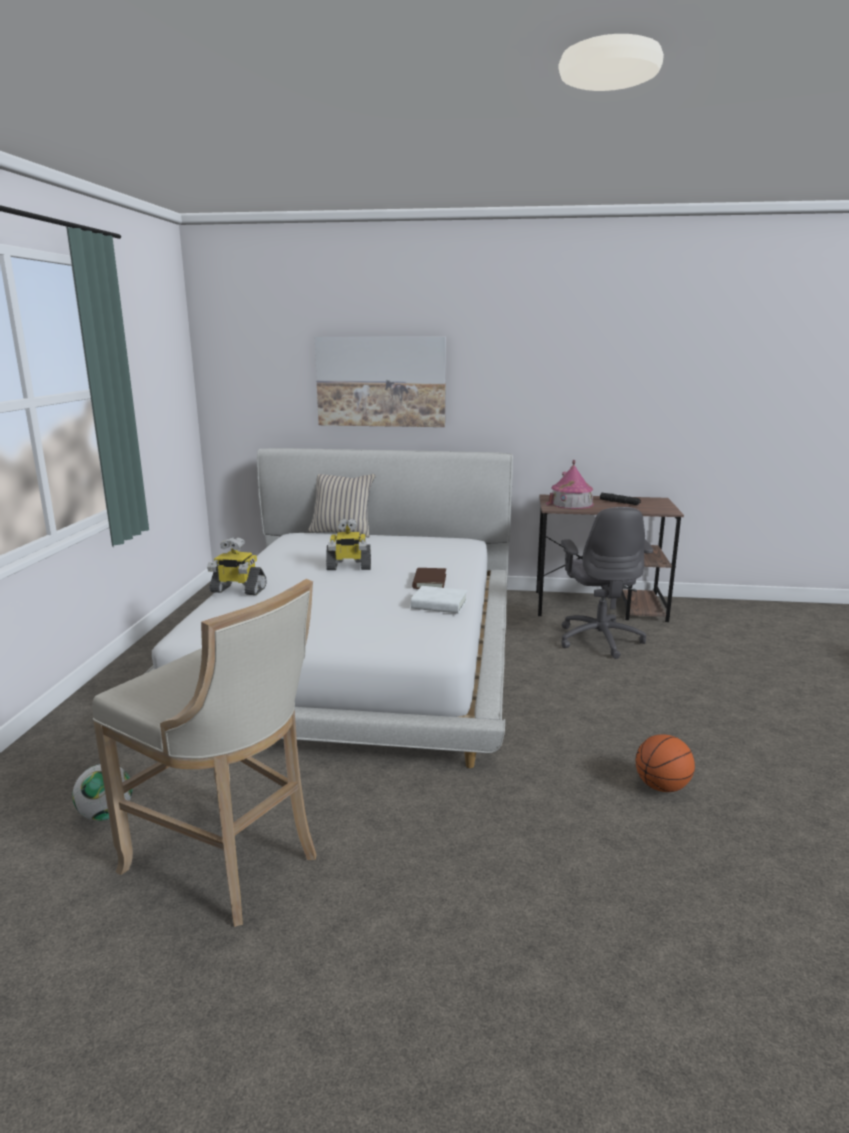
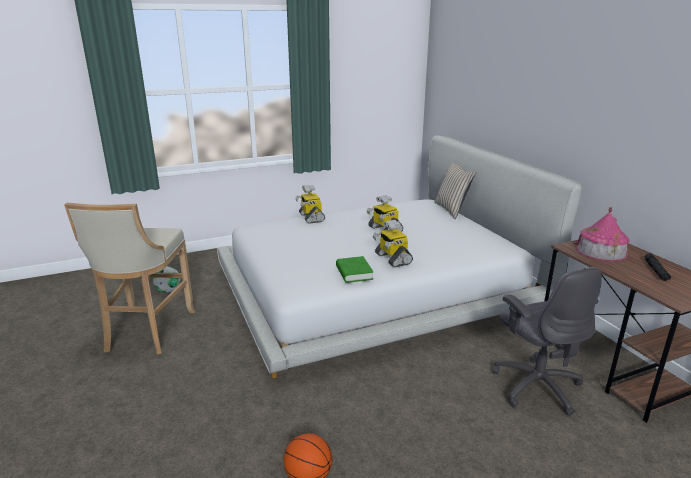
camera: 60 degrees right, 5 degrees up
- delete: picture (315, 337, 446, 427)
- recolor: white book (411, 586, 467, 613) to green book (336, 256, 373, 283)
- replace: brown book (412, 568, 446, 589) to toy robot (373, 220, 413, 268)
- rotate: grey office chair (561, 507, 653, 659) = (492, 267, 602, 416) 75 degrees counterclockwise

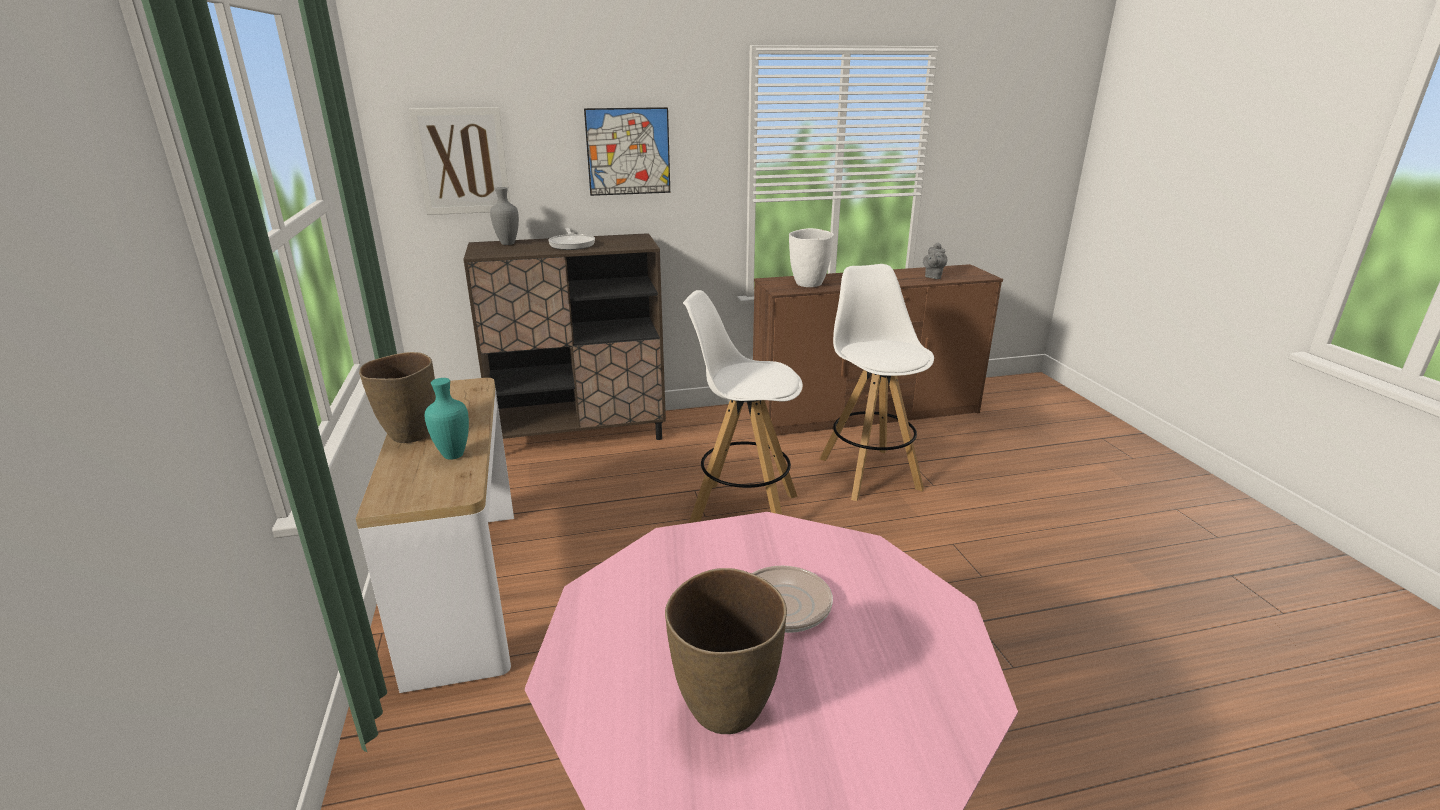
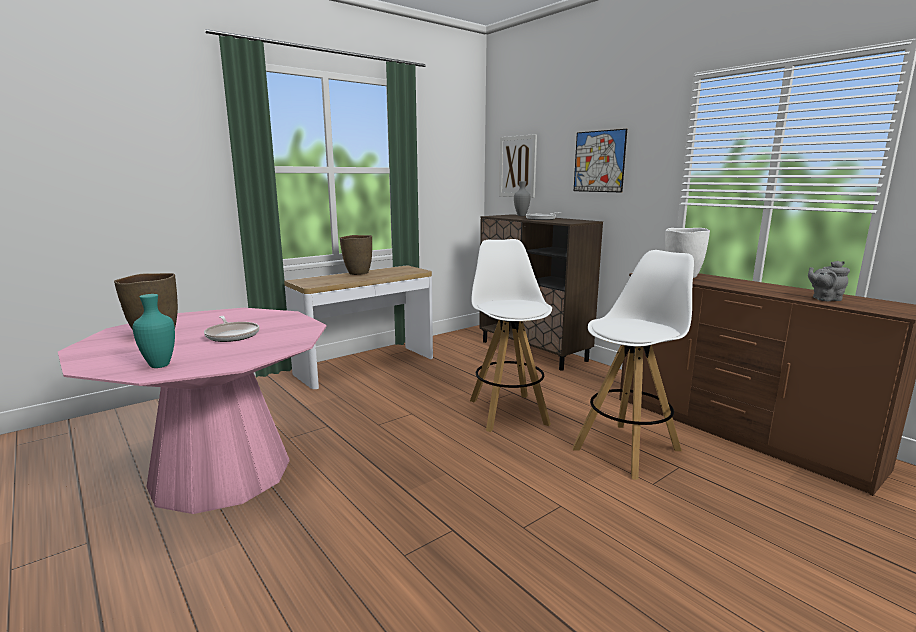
camera: 65 degrees right, 10 degrees down
- move: turquoise vase (424, 378, 469, 460) to (133, 294, 175, 368)

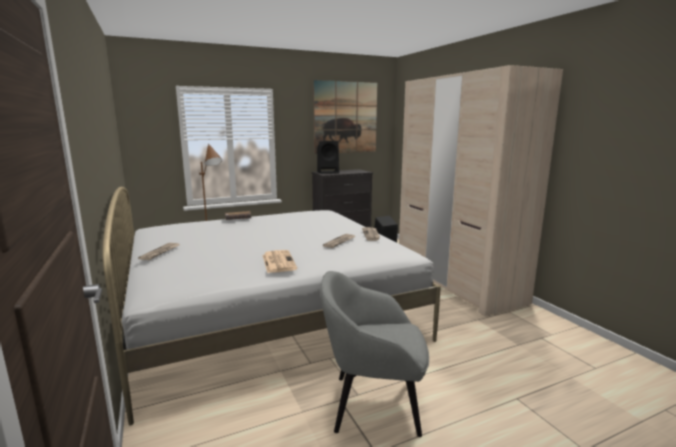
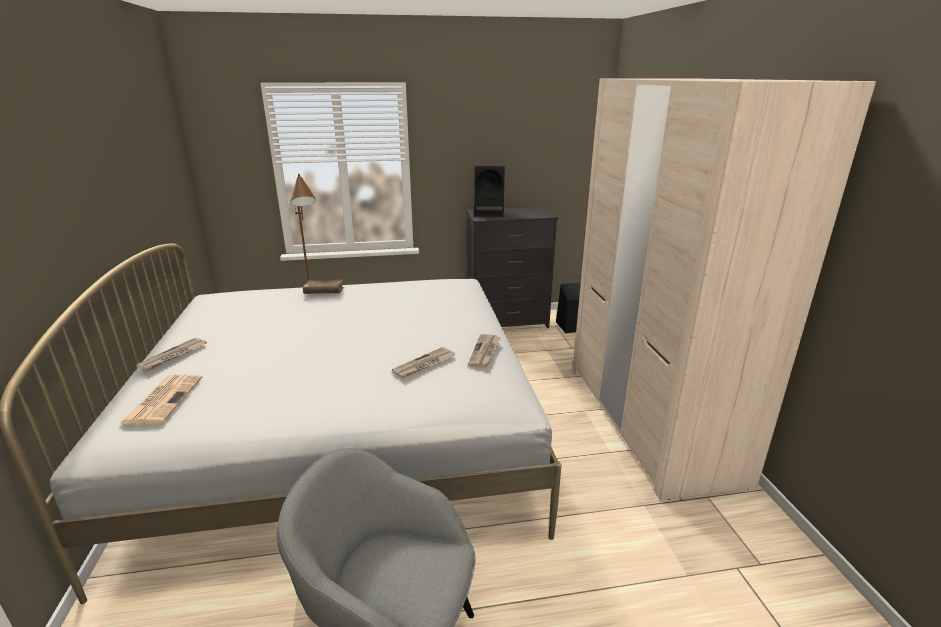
camera: 15 degrees right, 10 degrees up
- move: newspaper (263, 250, 297, 273) to (120, 374, 202, 424)
- delete: picture (313, 80, 377, 154)

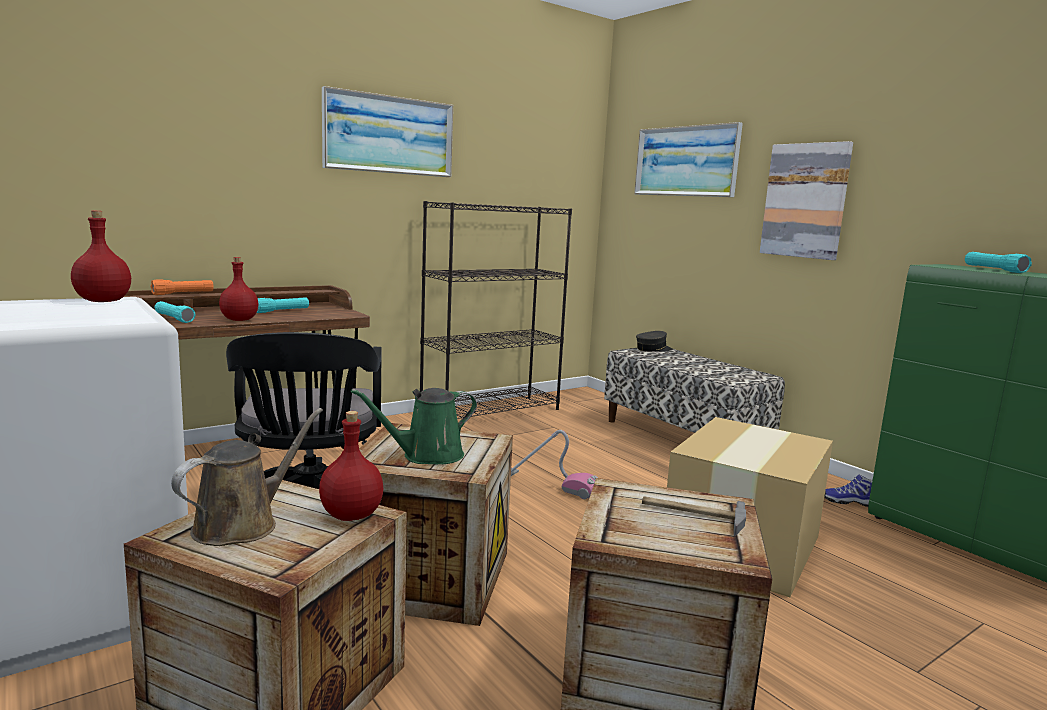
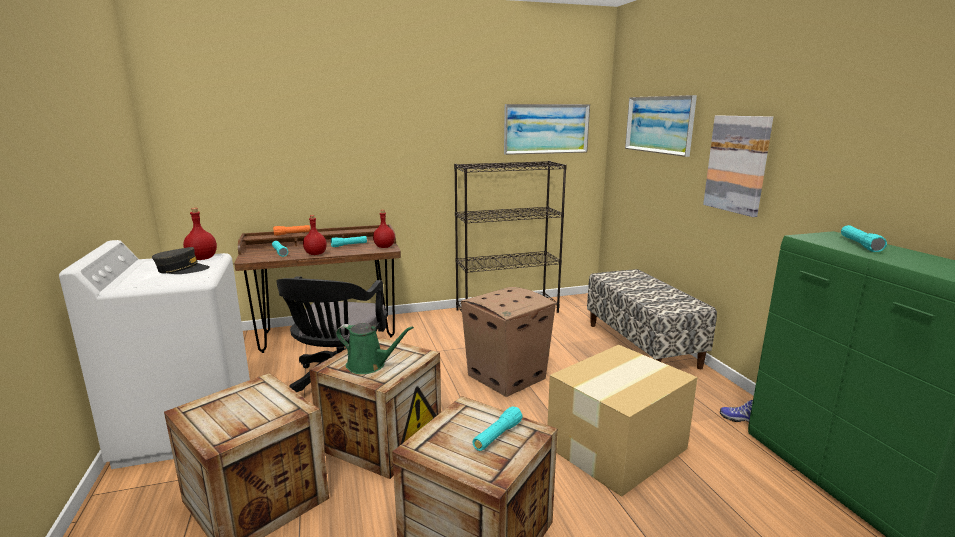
camera: 20 degrees right, 5 degrees up
- delete: brown watering can (171, 408, 323, 546)
- move: red bottle (319, 411, 384, 521) to (373, 210, 395, 248)
- move: picture (322, 86, 453, 177) to (504, 104, 590, 155)
- rotate: green watering can (351, 388, 477, 464) = (336, 323, 414, 374) 150 degrees counterclockwise
- replace: vacuum cleaner (511, 430, 598, 499) to cardboard box (461, 287, 556, 397)
- move: grey cap (636, 331, 673, 352) to (152, 247, 210, 274)
- replace: hammer (642, 496, 746, 536) to turquoise flashlight (473, 406, 523, 451)

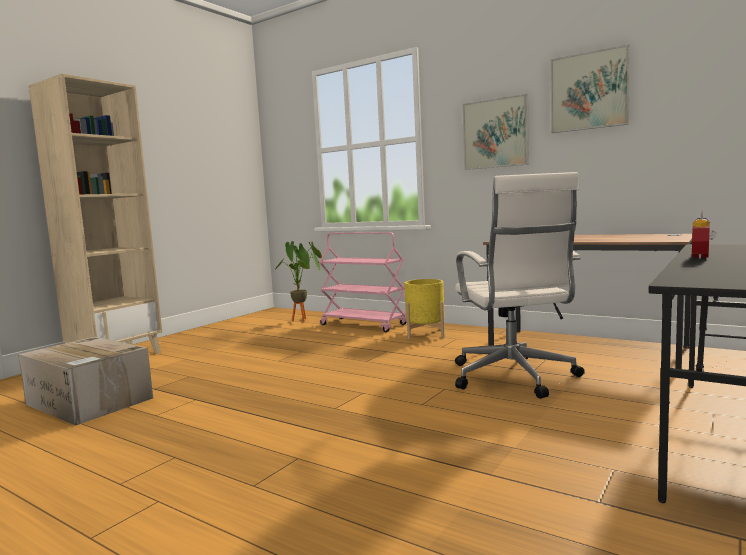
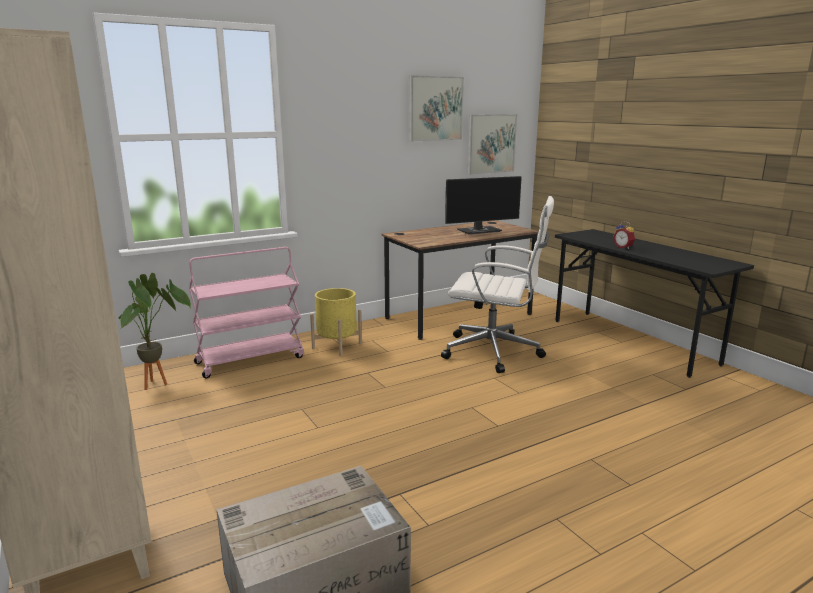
camera: 65 degrees left, 10 degrees up
- move: picture (462, 94, 529, 170) to (467, 114, 517, 175)
- insert: monitor (445, 176, 522, 234)

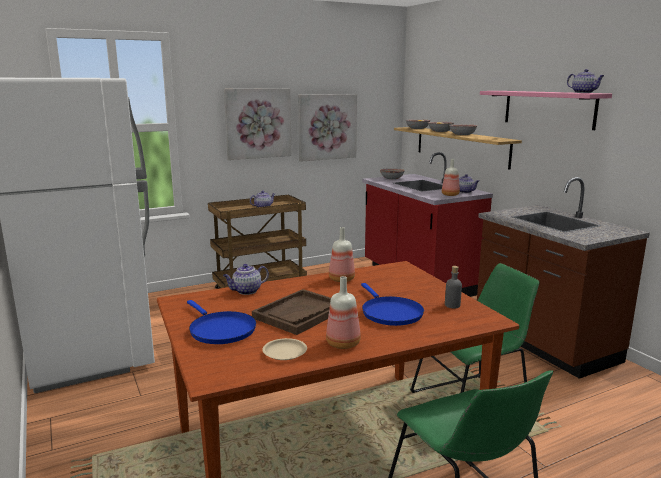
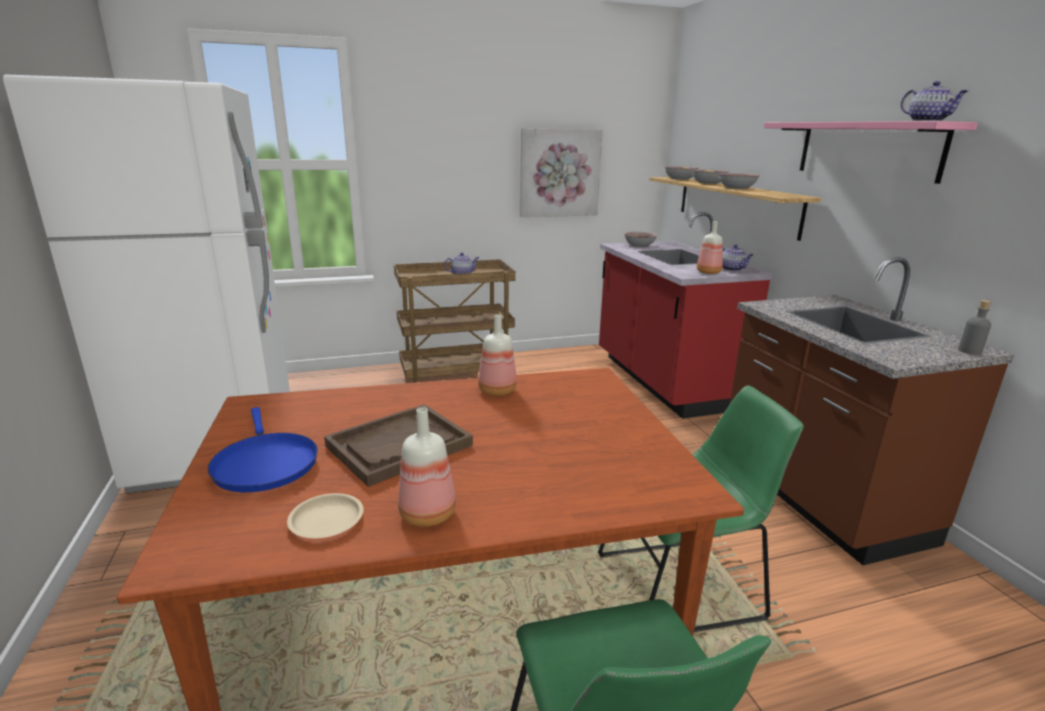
camera: 10 degrees right, 5 degrees up
- delete: teapot (223, 264, 269, 295)
- delete: picture (224, 88, 292, 160)
- delete: blue frying pan (361, 283, 424, 326)
- move: grey bottle (445, 266, 462, 308) to (958, 300, 991, 355)

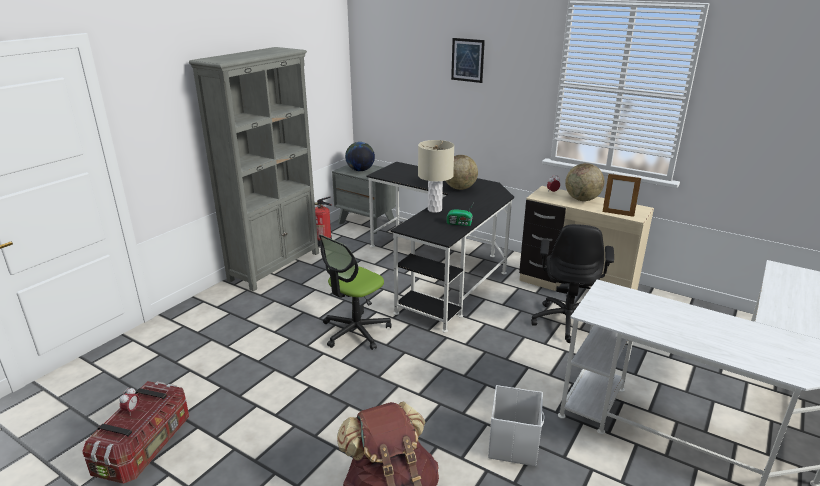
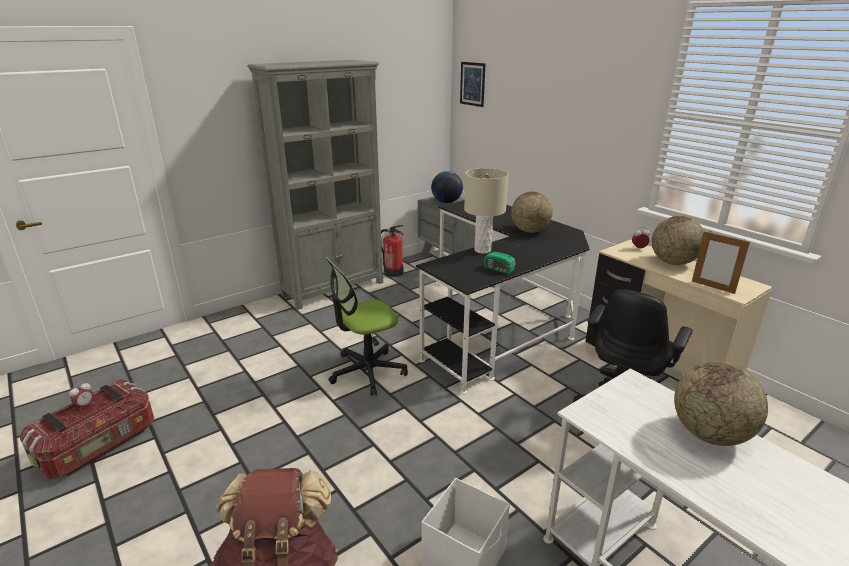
camera: 20 degrees right, 0 degrees up
- move: picture (451, 38, 485, 83) to (460, 62, 486, 107)
- insert: globe (674, 361, 768, 446)

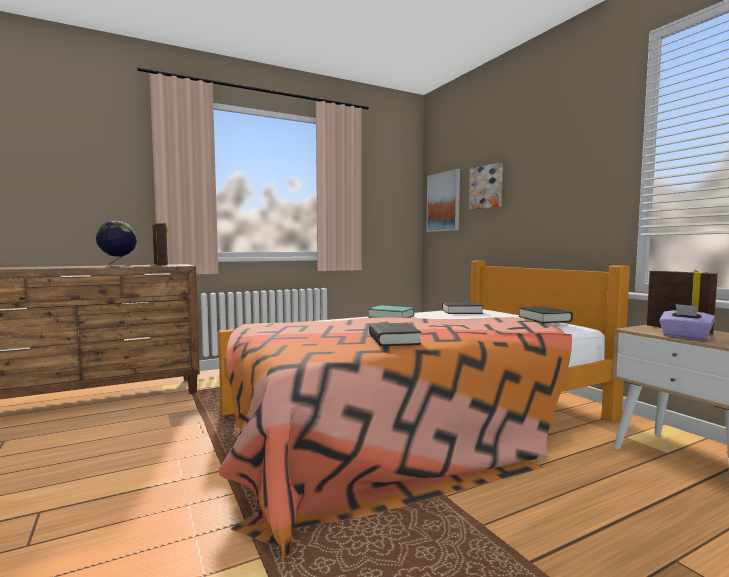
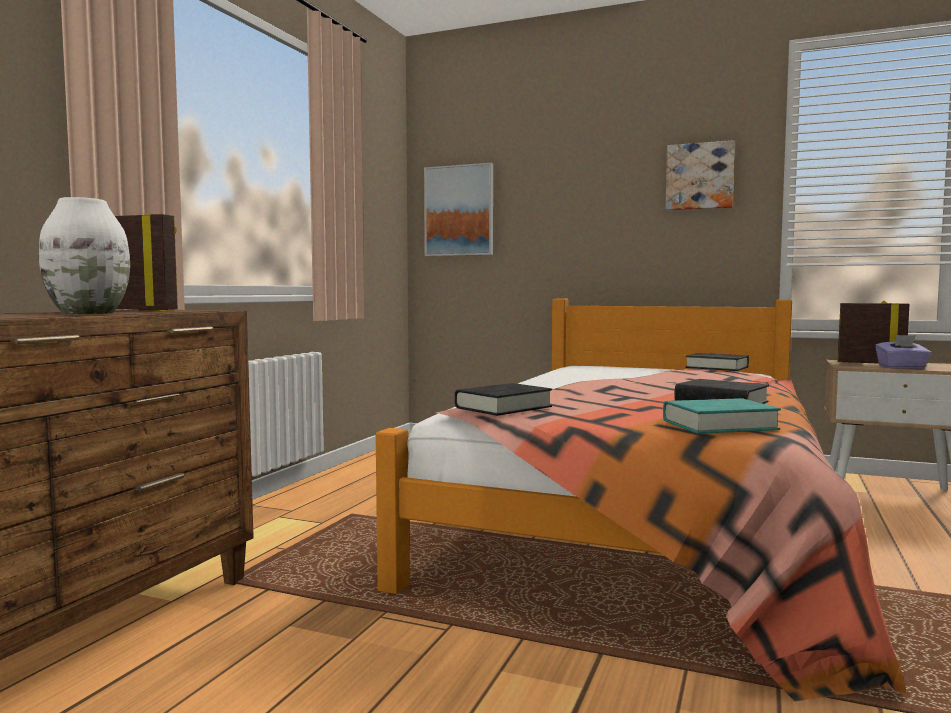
camera: 40 degrees left, 0 degrees up
- replace: globe (96, 220, 137, 267) to white vase (39, 197, 130, 314)
- move: turquoise book (368, 305, 414, 318) to (663, 398, 781, 434)
- move: black book (442, 302, 484, 314) to (454, 383, 552, 416)
- move: picture (469, 162, 503, 210) to (665, 140, 735, 210)

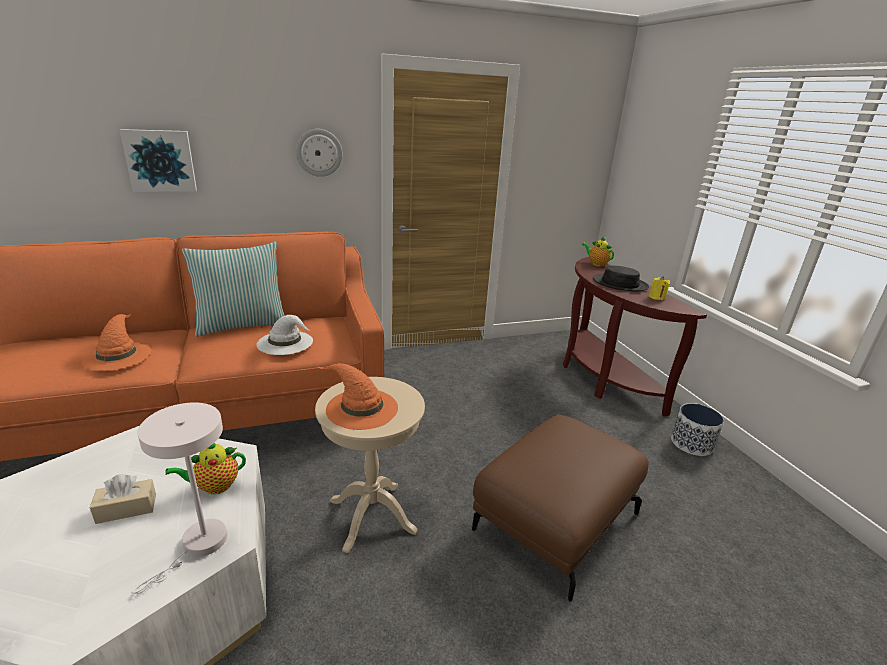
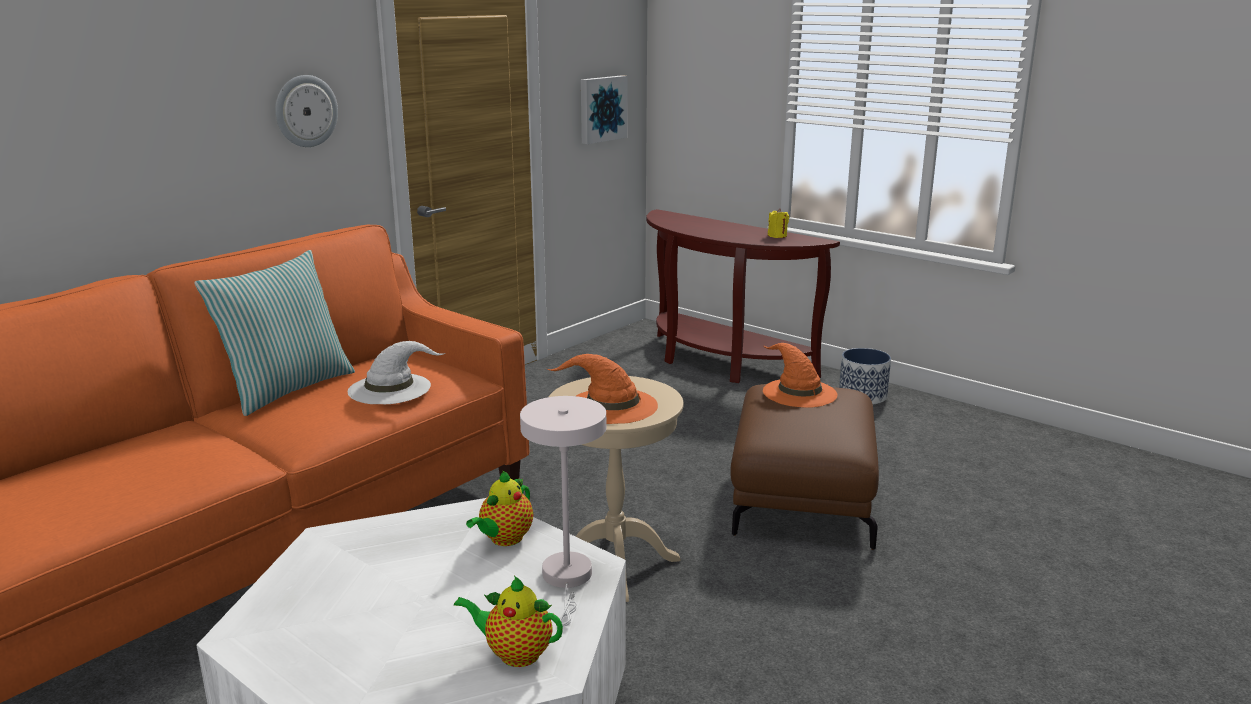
camera: 30 degrees left, 5 degrees down
- move: orange hat (82, 314, 151, 371) to (763, 343, 837, 408)
- delete: beige tissue box (90, 474, 156, 524)
- move: picture (120, 129, 197, 192) to (581, 75, 627, 144)
- move: teapot (582, 236, 614, 267) to (454, 576, 563, 667)
- delete: black hat (593, 266, 649, 292)

